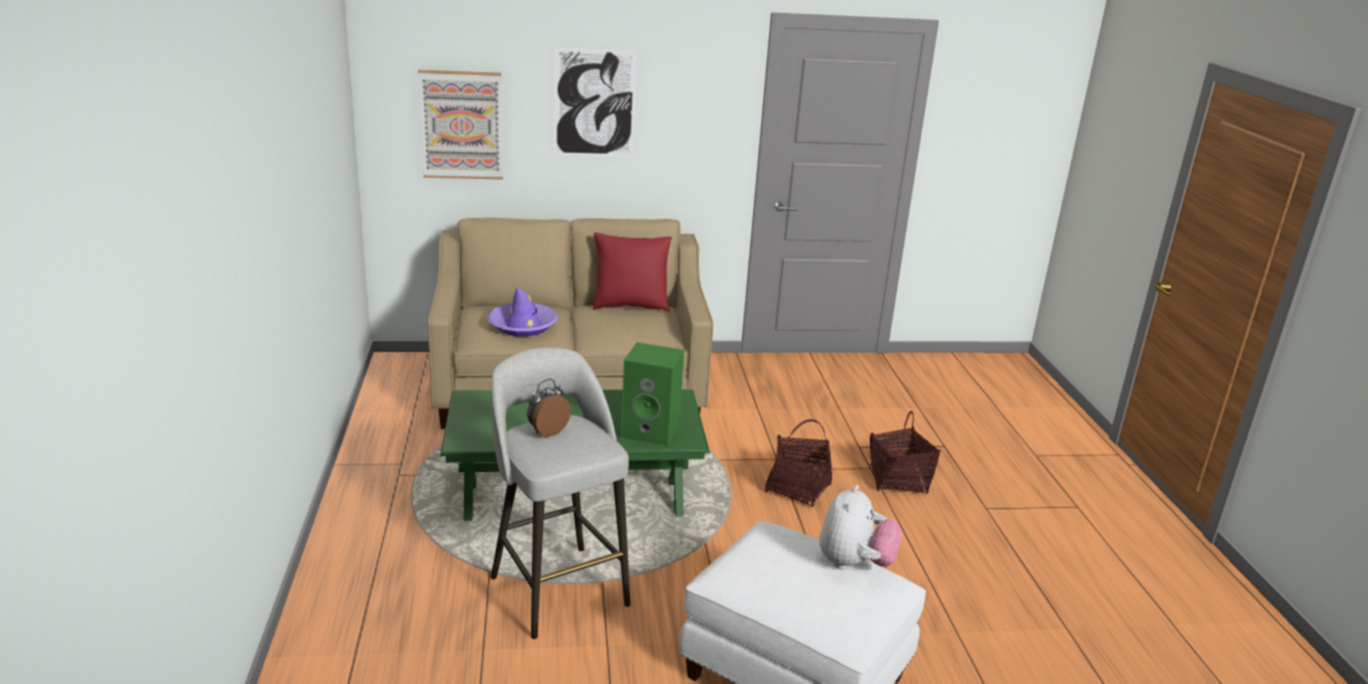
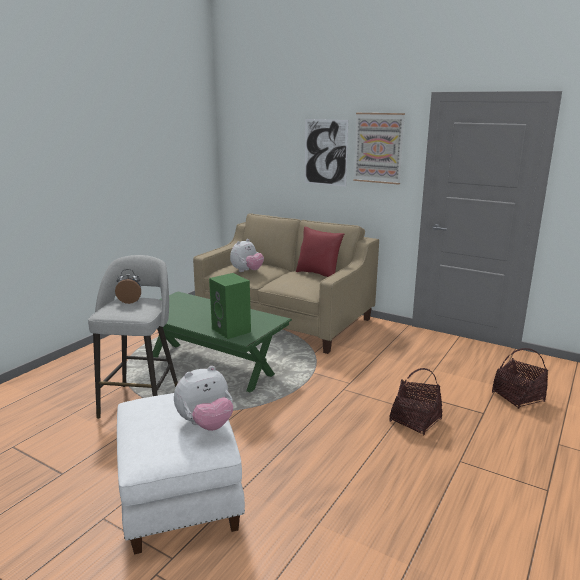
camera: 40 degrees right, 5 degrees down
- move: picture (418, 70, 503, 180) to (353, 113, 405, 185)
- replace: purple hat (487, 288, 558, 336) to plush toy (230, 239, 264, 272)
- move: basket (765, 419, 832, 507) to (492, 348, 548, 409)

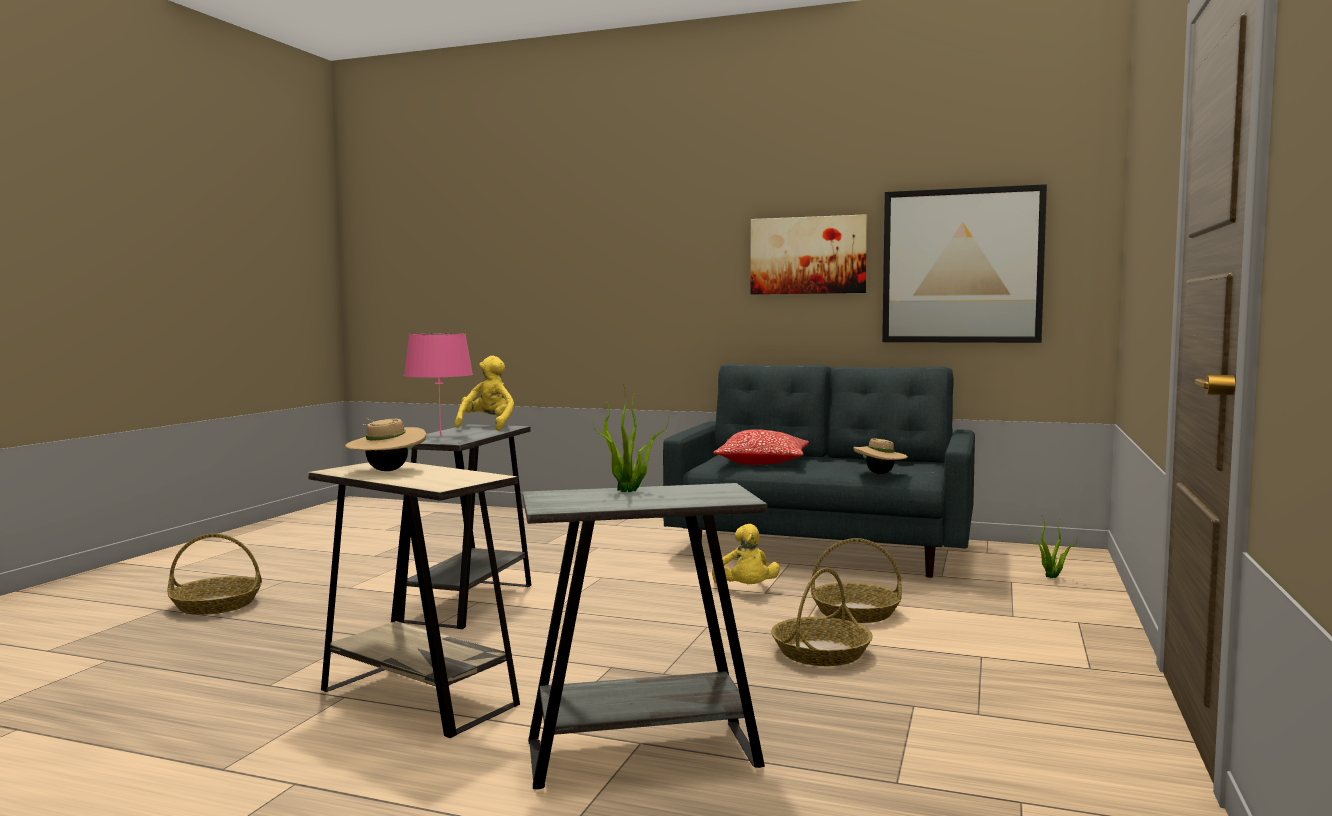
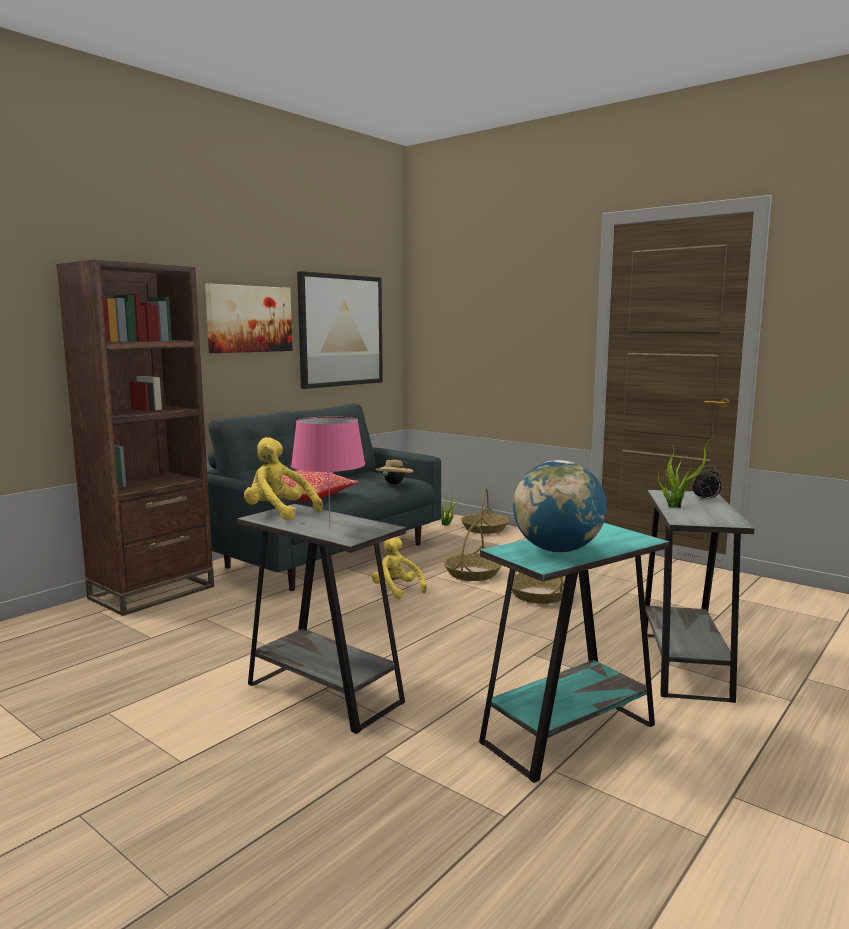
camera: 70 degrees left, 5 degrees up
- move: basket (168, 533, 262, 615) to (461, 488, 509, 534)
- recolor: beige side table (308, 462, 520, 738) to turquoise side table (479, 523, 670, 783)
- replace: beige hat (345, 418, 426, 471) to globe (513, 460, 606, 553)
- rotate: yellow plush toy (712, 524, 780, 584) = (372, 537, 427, 599) 135 degrees counterclockwise
- insert: brown bookcase (56, 260, 214, 616)
- insert: alarm clock (692, 465, 721, 500)

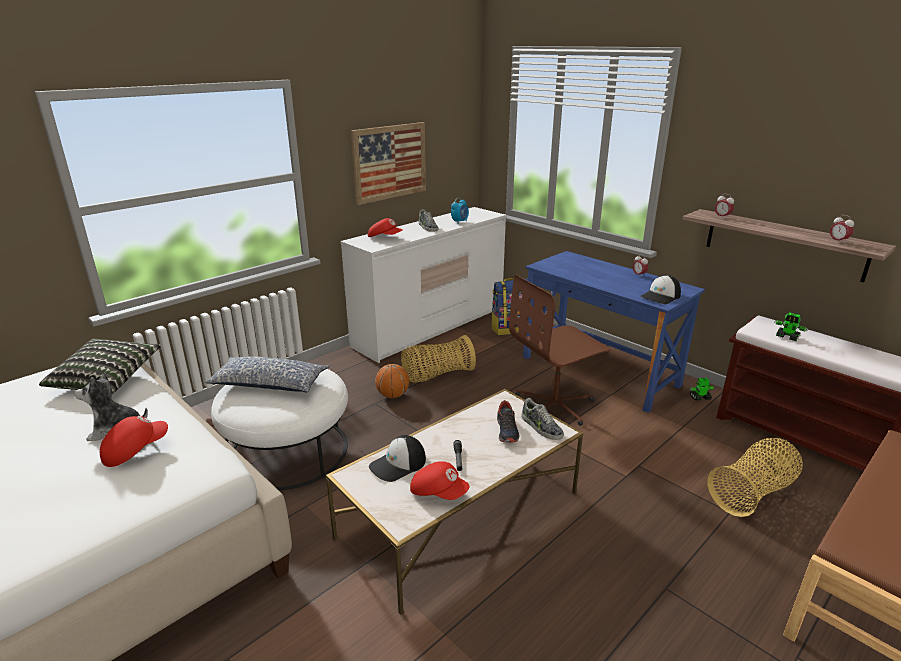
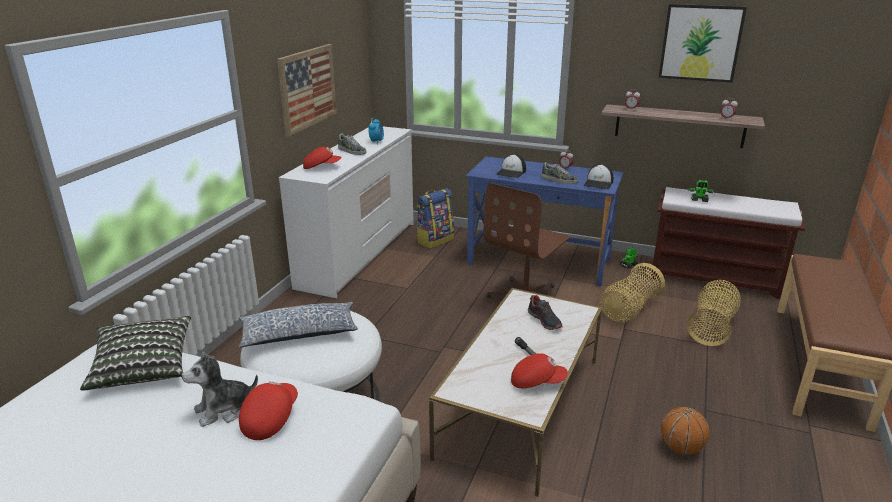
camera: 25 degrees left, 0 degrees up
- move: cap (369, 435, 426, 482) to (496, 154, 526, 178)
- move: basketball (375, 364, 409, 398) to (661, 407, 710, 455)
- move: basket (401, 335, 476, 382) to (600, 263, 665, 322)
- move: shoe (522, 398, 564, 440) to (541, 162, 578, 184)
- insert: picture (659, 4, 747, 83)

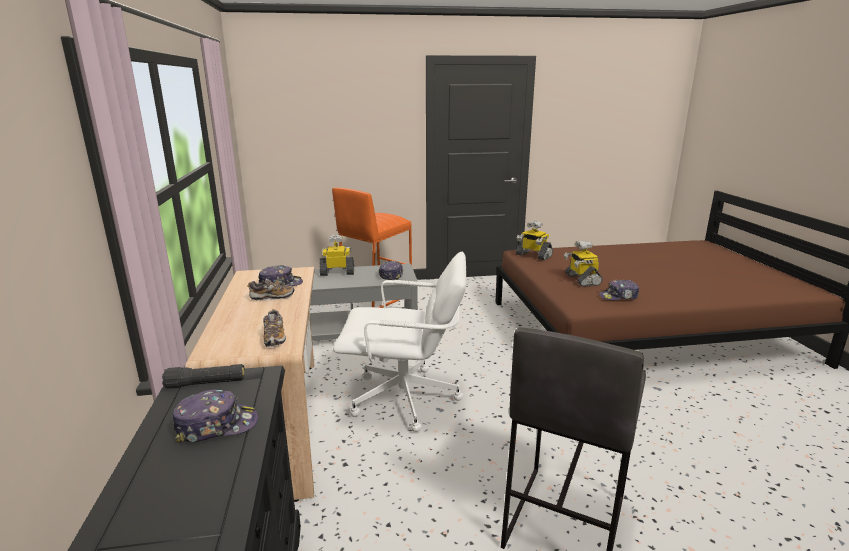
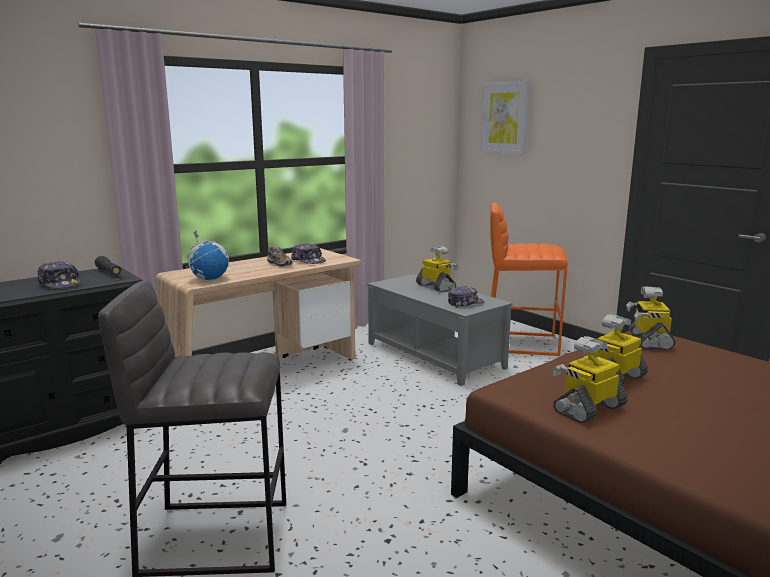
camera: 60 degrees right, 5 degrees down
- replace: shoe (263, 309, 286, 347) to globe (186, 230, 229, 280)
- delete: white office chair (333, 252, 466, 432)
- replace: cap (599, 279, 639, 300) to toy robot (552, 336, 628, 423)
- insert: picture (481, 81, 530, 155)

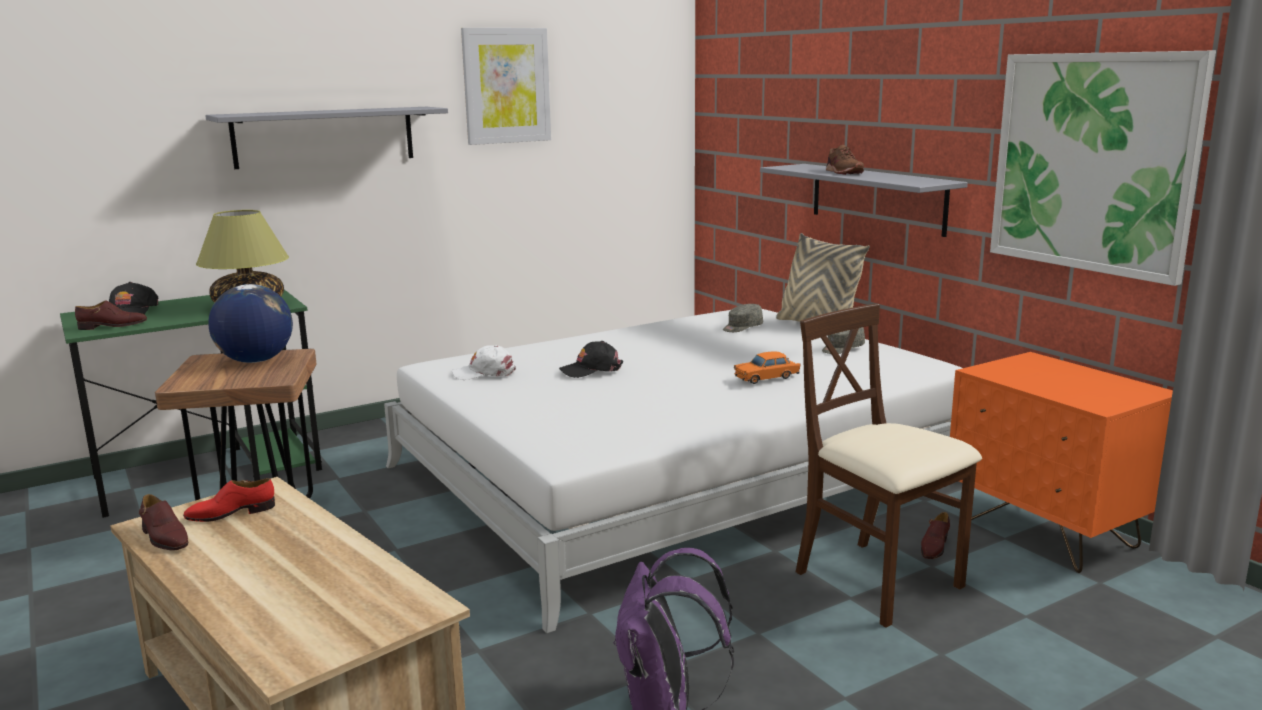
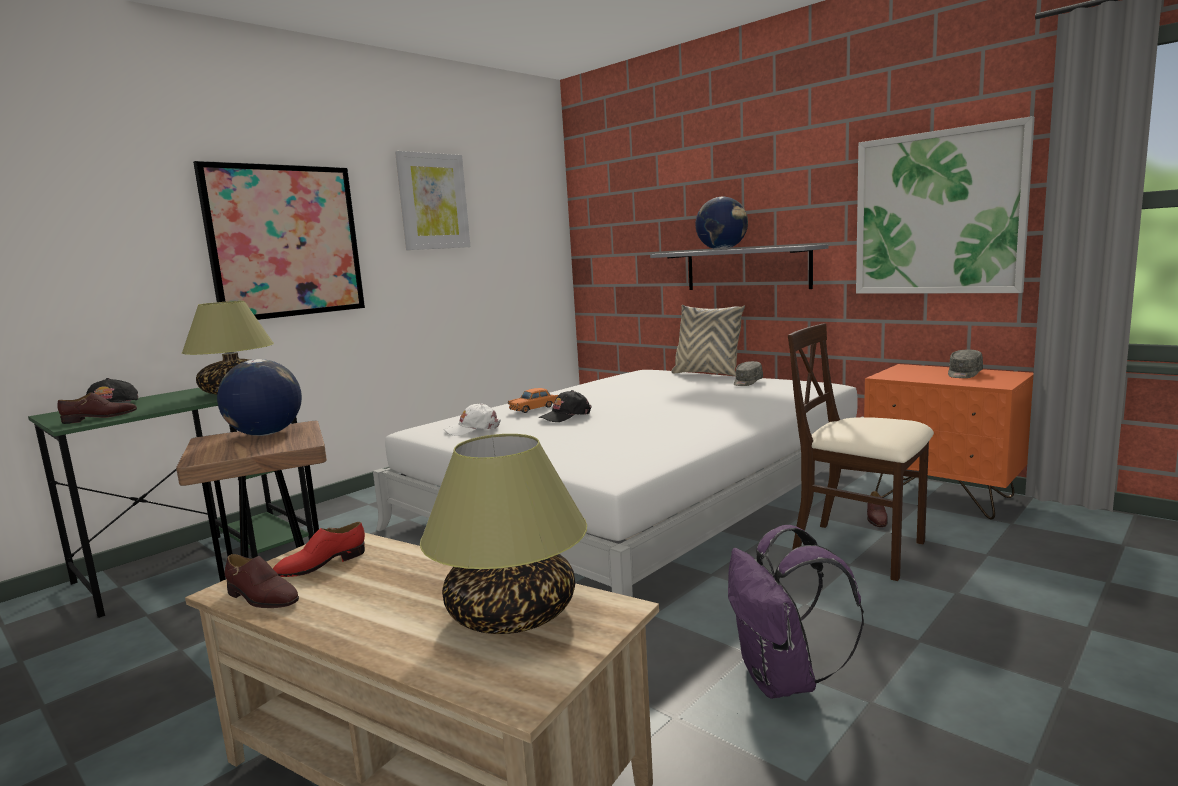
camera: 15 degrees left, 5 degrees down
- replace: grey shelf (205, 107, 448, 169) to picture (193, 161, 365, 320)
- move: grey cap (723, 304, 763, 332) to (948, 350, 983, 378)
- move: orange toy car (734, 352, 800, 384) to (508, 388, 558, 413)
- replace: brown shoe (826, 145, 864, 175) to globe (695, 197, 748, 250)
- insert: table lamp (420, 434, 587, 634)

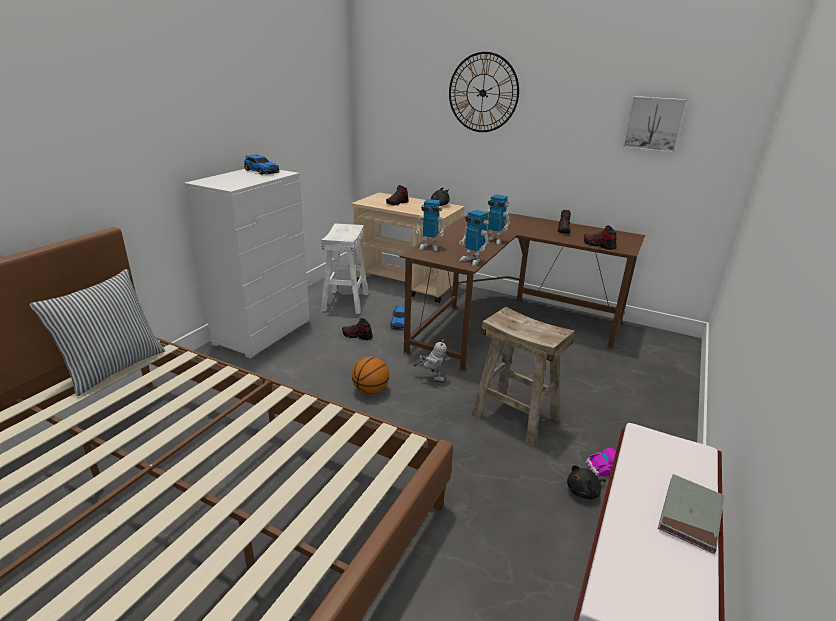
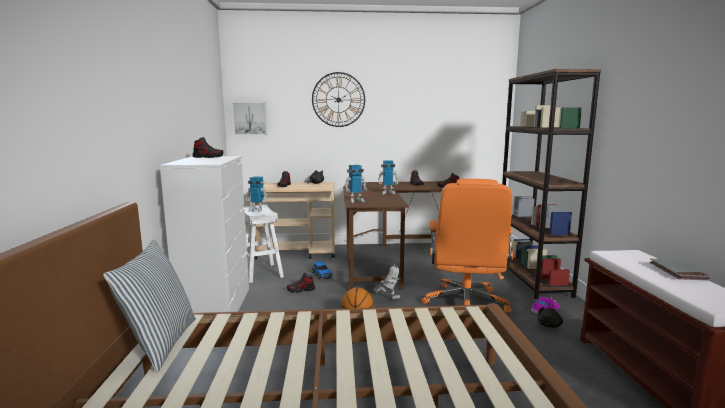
camera: 30 degrees left, 15 degrees down
- replace: toy car (244, 154, 280, 175) to shoe (193, 137, 223, 158)
- move: toy robot (459, 210, 489, 266) to (246, 176, 267, 212)
- replace: beige stool (472, 307, 575, 446) to orange office chair (422, 179, 514, 313)
- move: picture (623, 96, 687, 153) to (233, 102, 267, 135)
- insert: brown bookcase (502, 69, 601, 299)

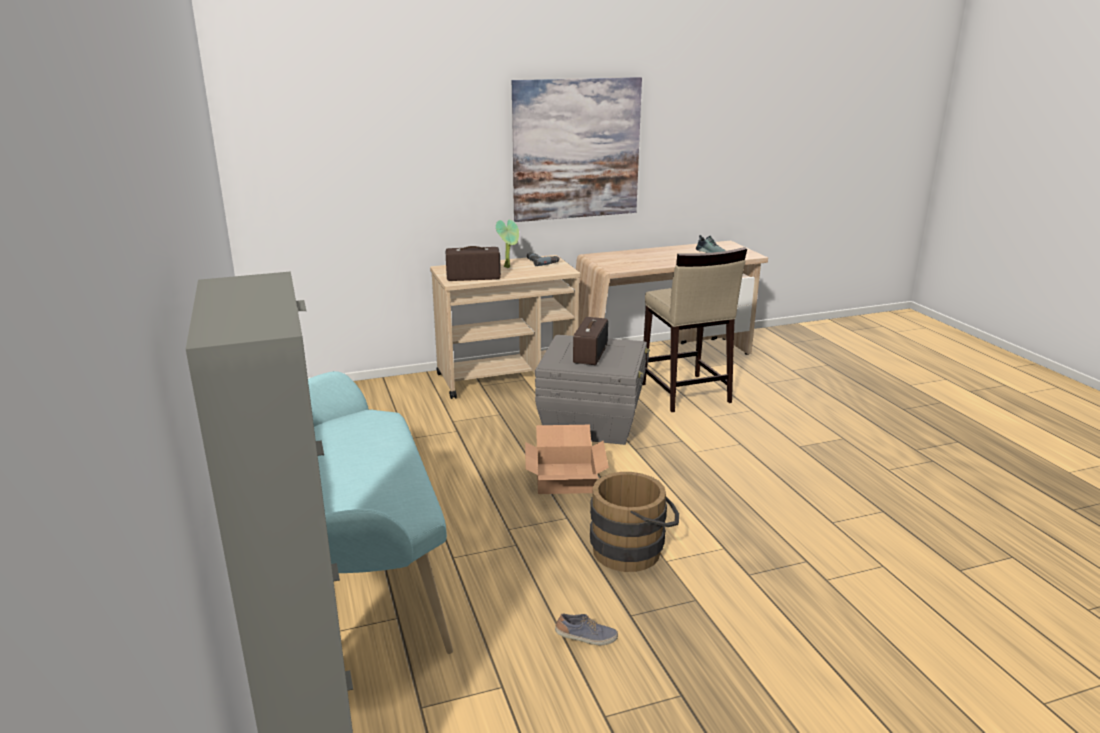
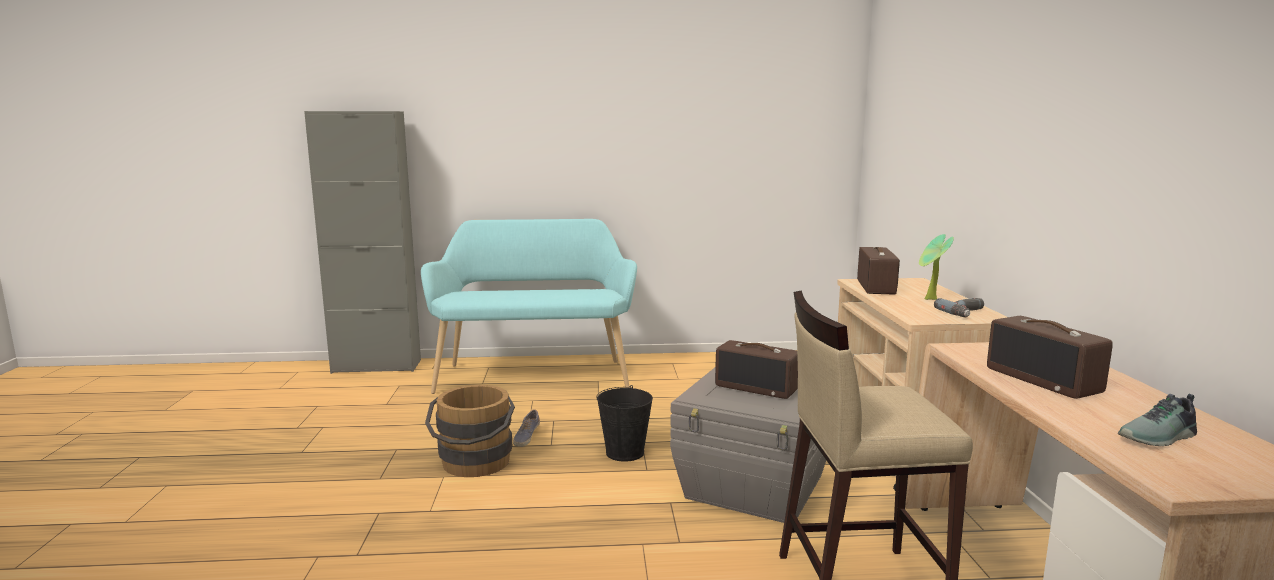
camera: 105 degrees right, 10 degrees down
- delete: picture (512, 77, 642, 222)
- replace: cardboard box (525, 425, 609, 494) to black bucket (596, 385, 653, 462)
- move: shoe (555, 613, 618, 645) to (513, 409, 540, 447)
- insert: radio (987, 316, 1113, 399)

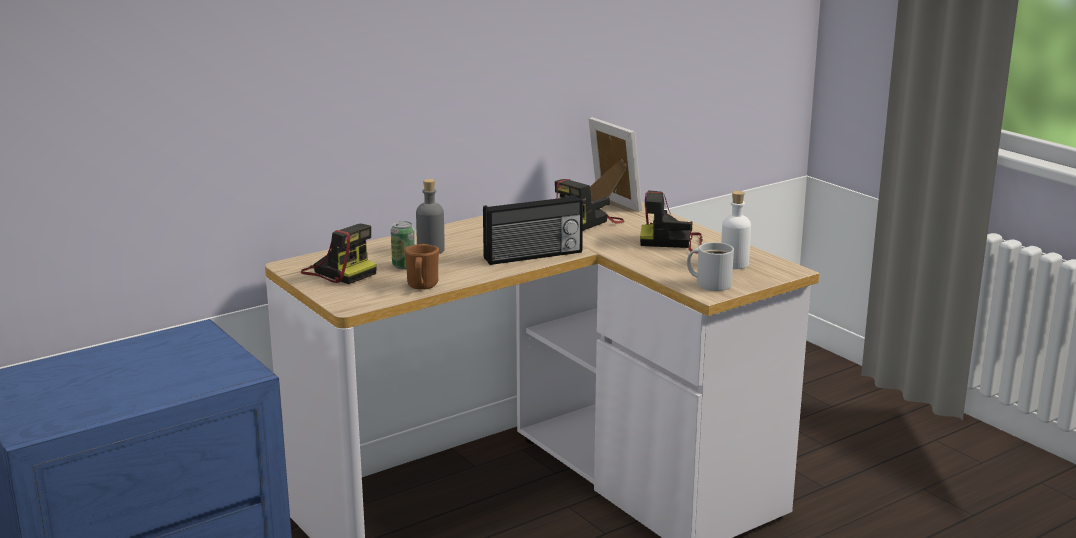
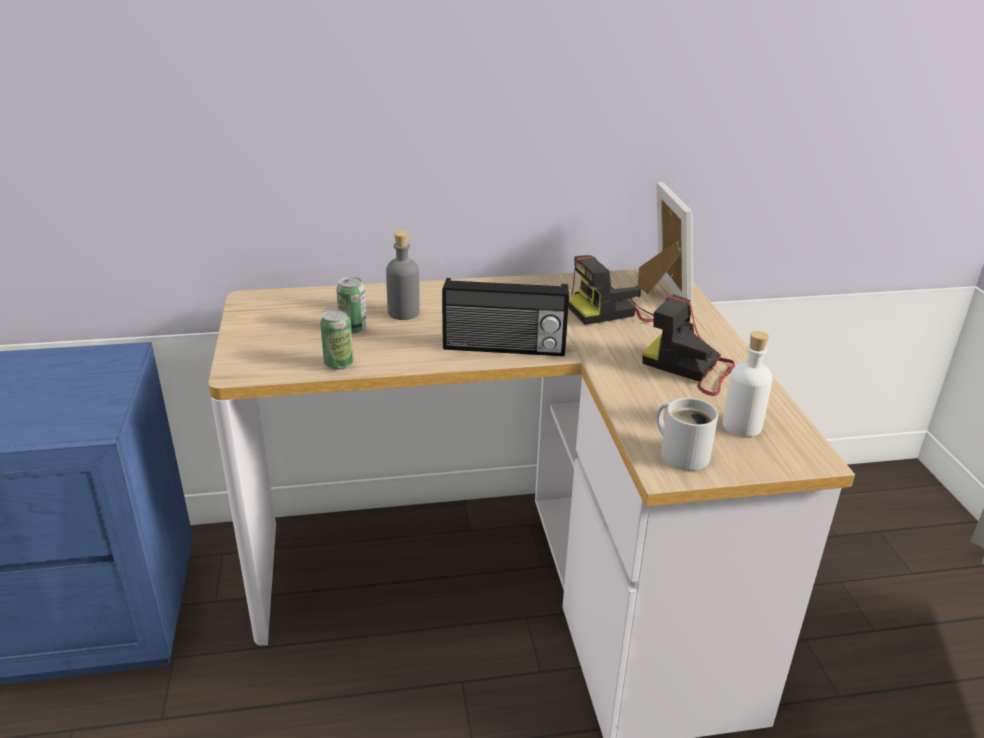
camera: 25 degrees right, 10 degrees up
- delete: photo camera (301, 224, 377, 284)
- replace: brown mug (404, 244, 439, 289) to can (320, 309, 353, 370)

